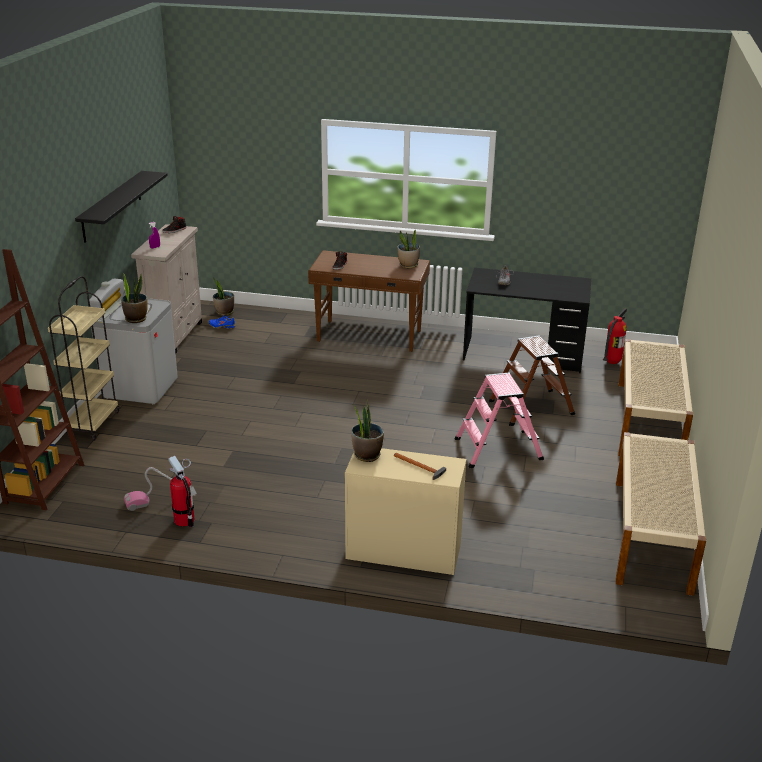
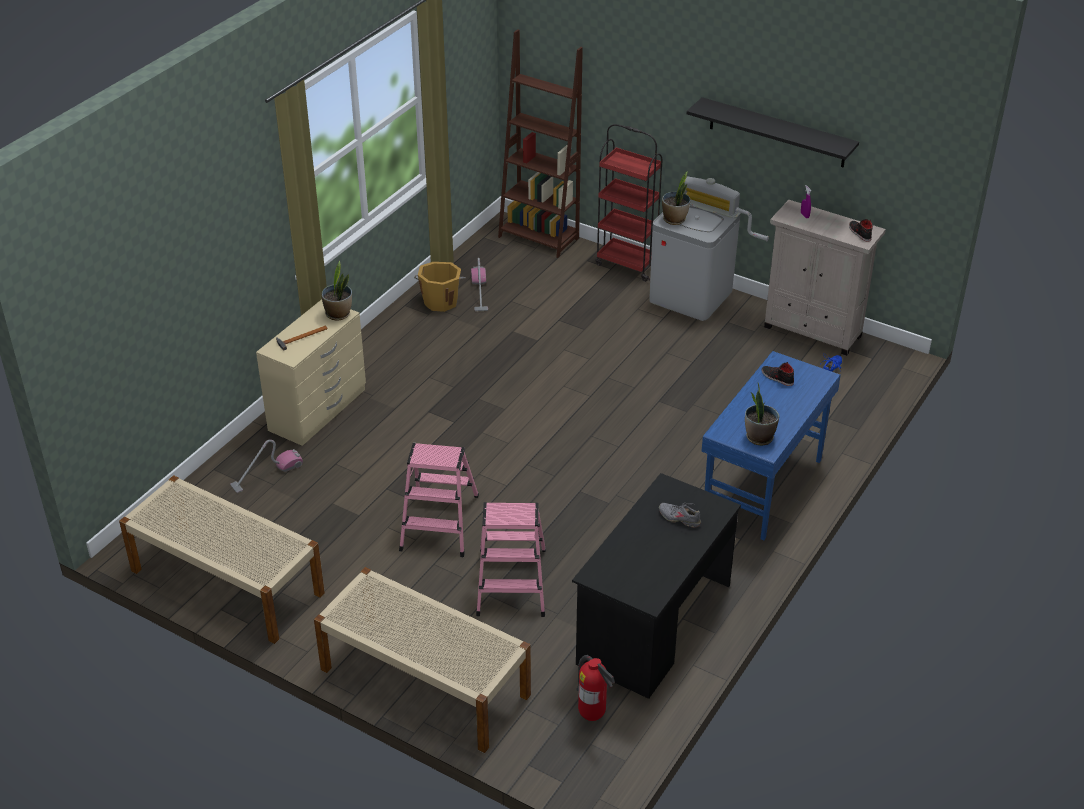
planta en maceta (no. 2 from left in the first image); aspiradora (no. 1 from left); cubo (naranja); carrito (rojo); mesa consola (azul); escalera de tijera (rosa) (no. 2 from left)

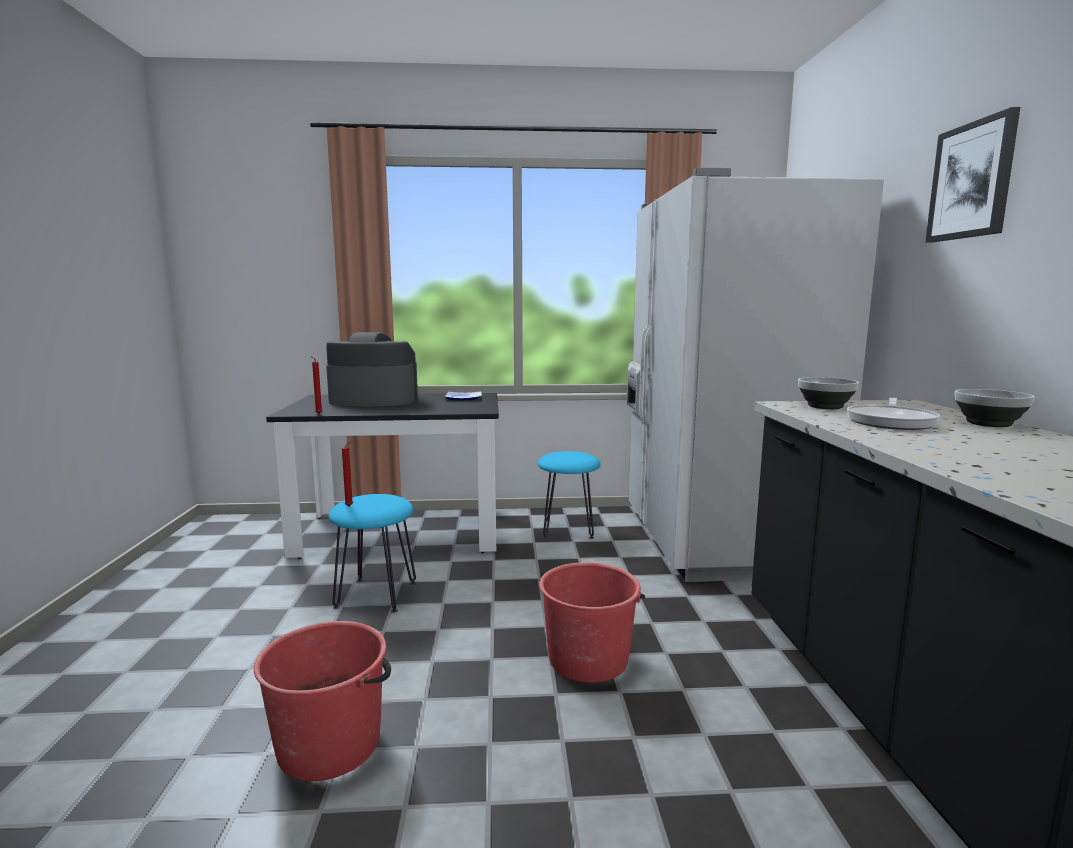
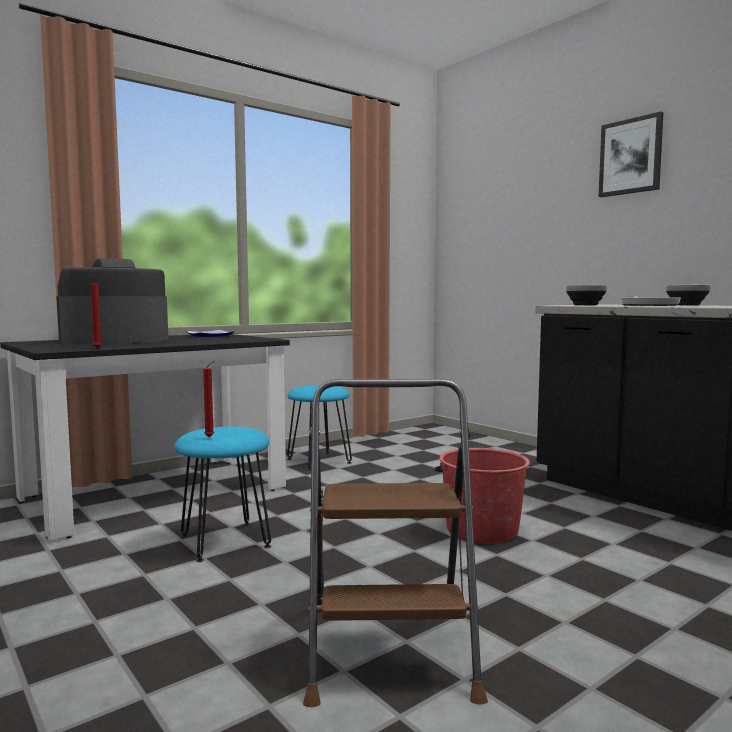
nevera (blanco); escalera de tijera (marrón)

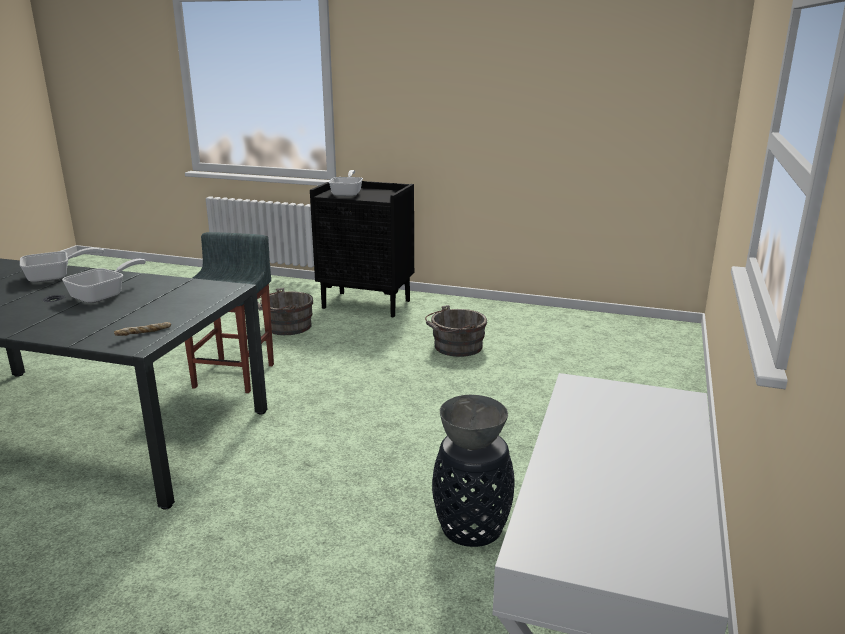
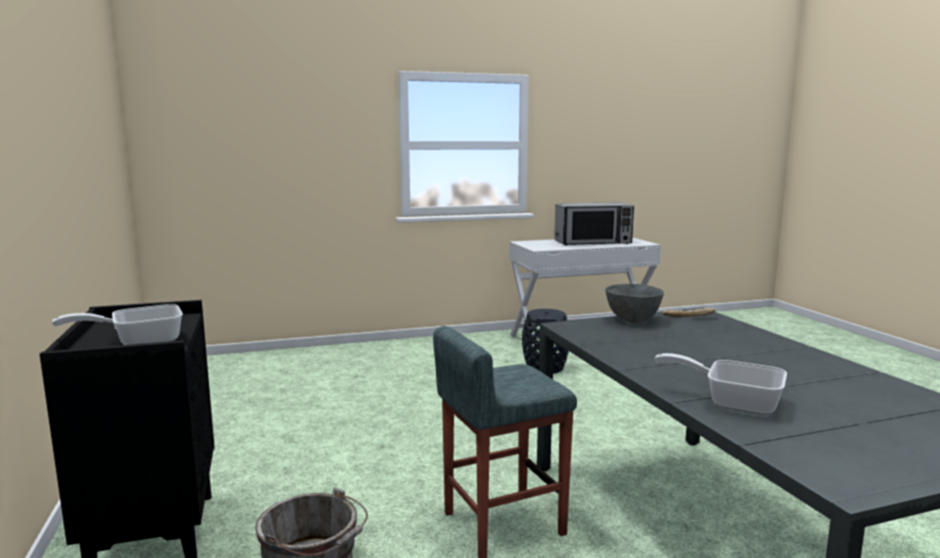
sartén (no. 2 from left in the first image); cubo (gris) (no. 2 from left in the first image); microondas; cuenco (gris)

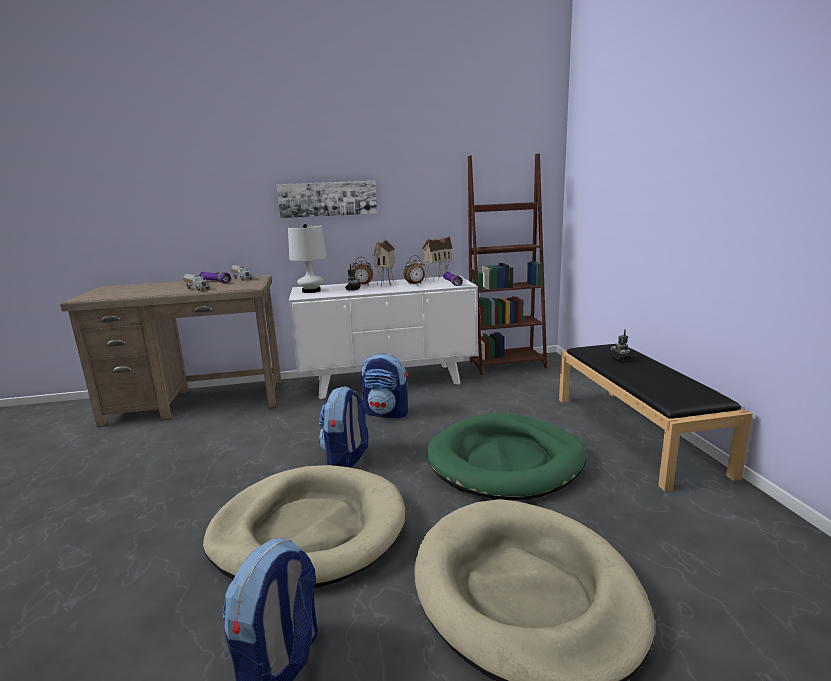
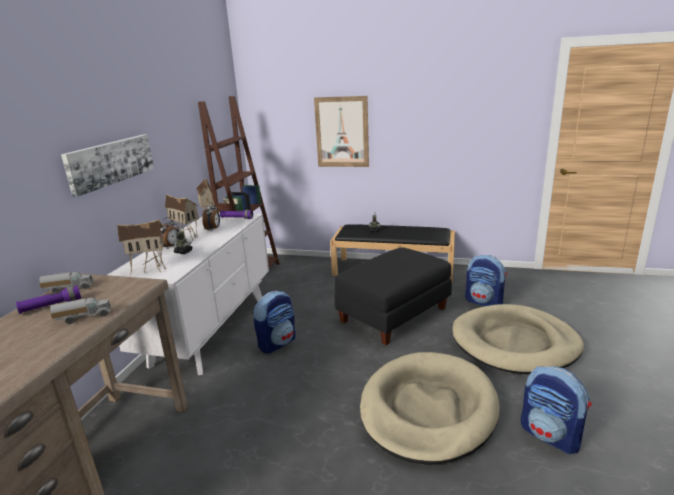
cuadro (no. 2 from left); mochila (no. 2 from left); casita (no. 1 from left); puf (negro)

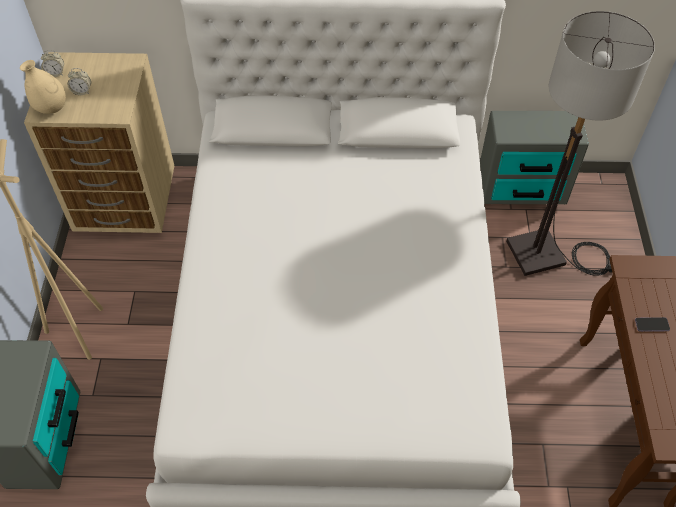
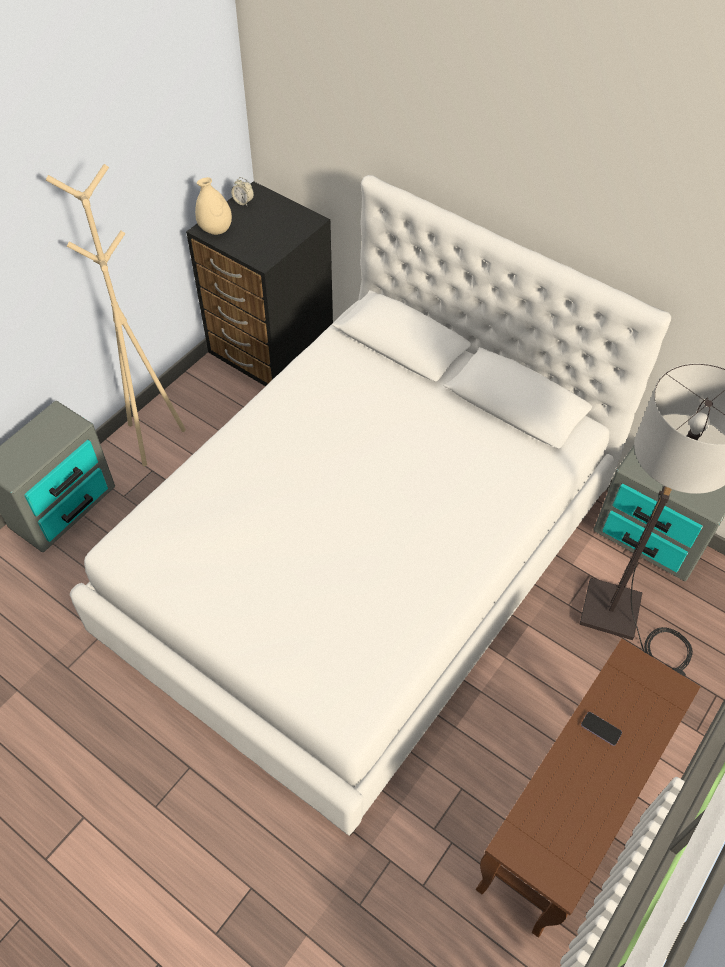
despertador (no. 2 from left in the first image); cómoda (negro)

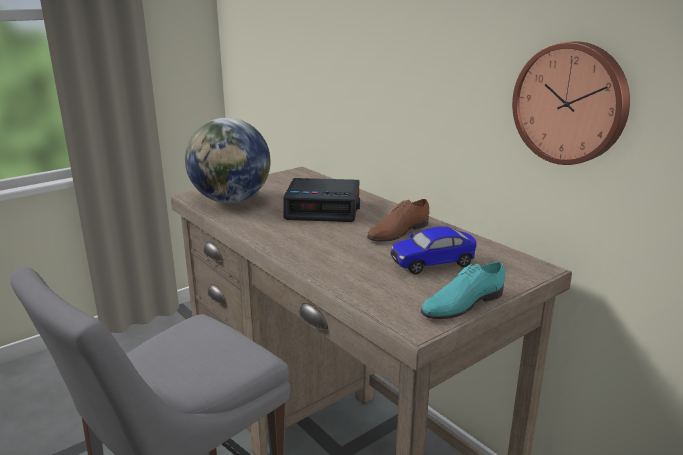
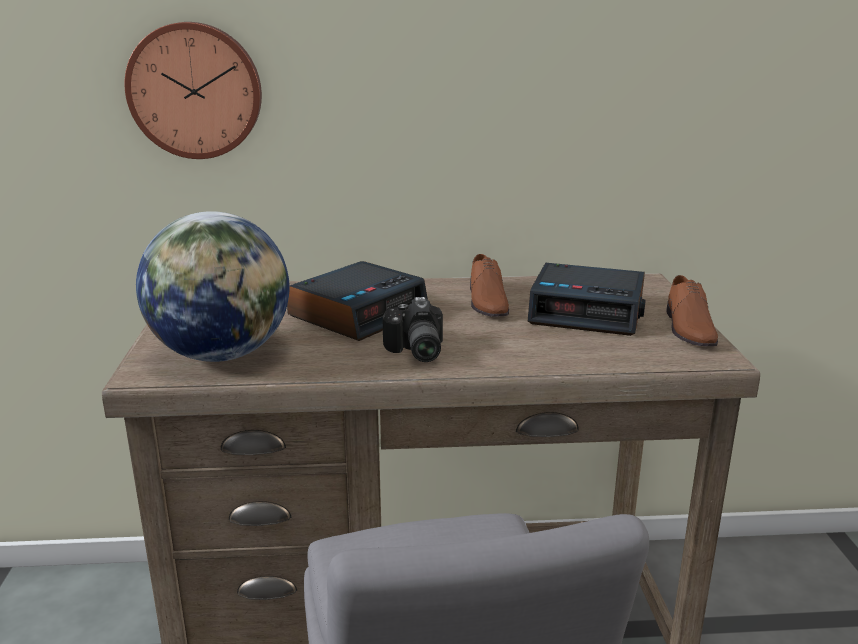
cámara; reloj de pared; despertador (no. 2 from left); zapato (marrón) (no. 2 from left)

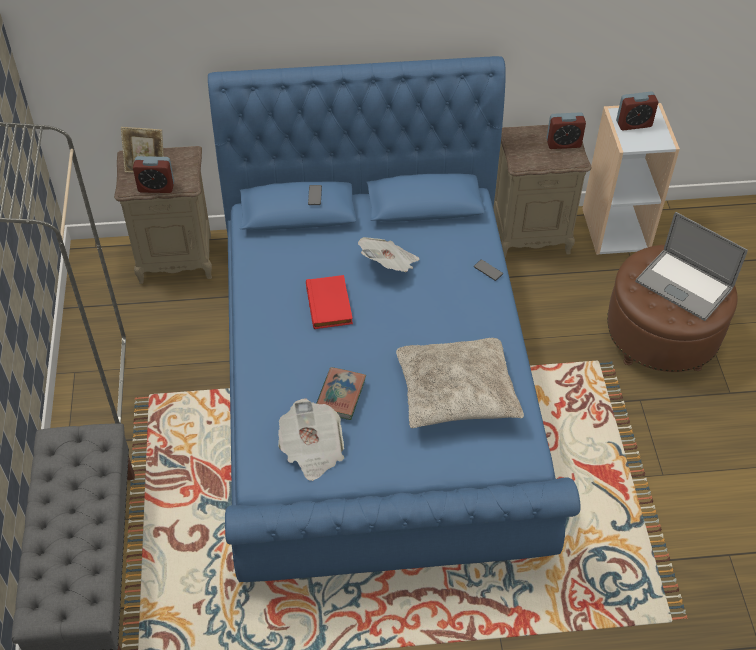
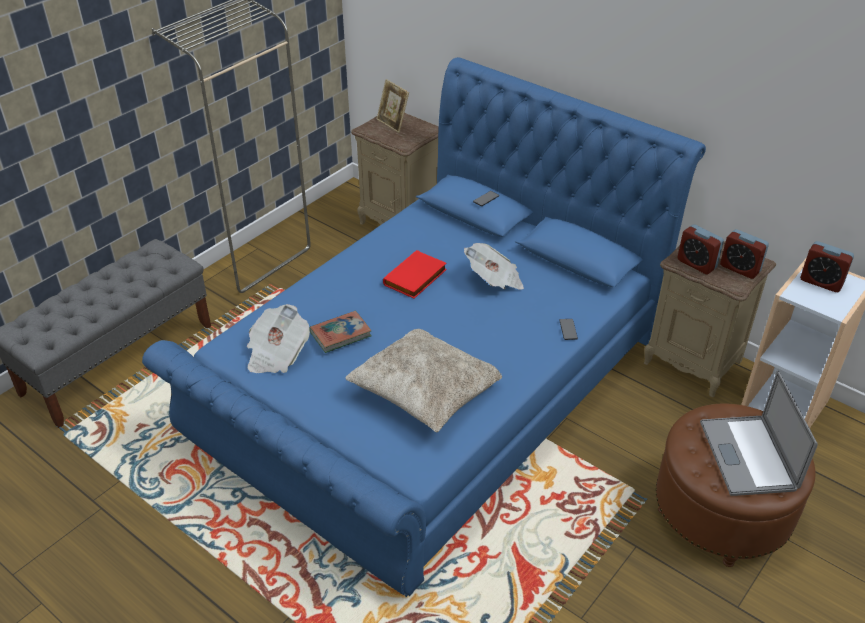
despertador (no. 1 from left)

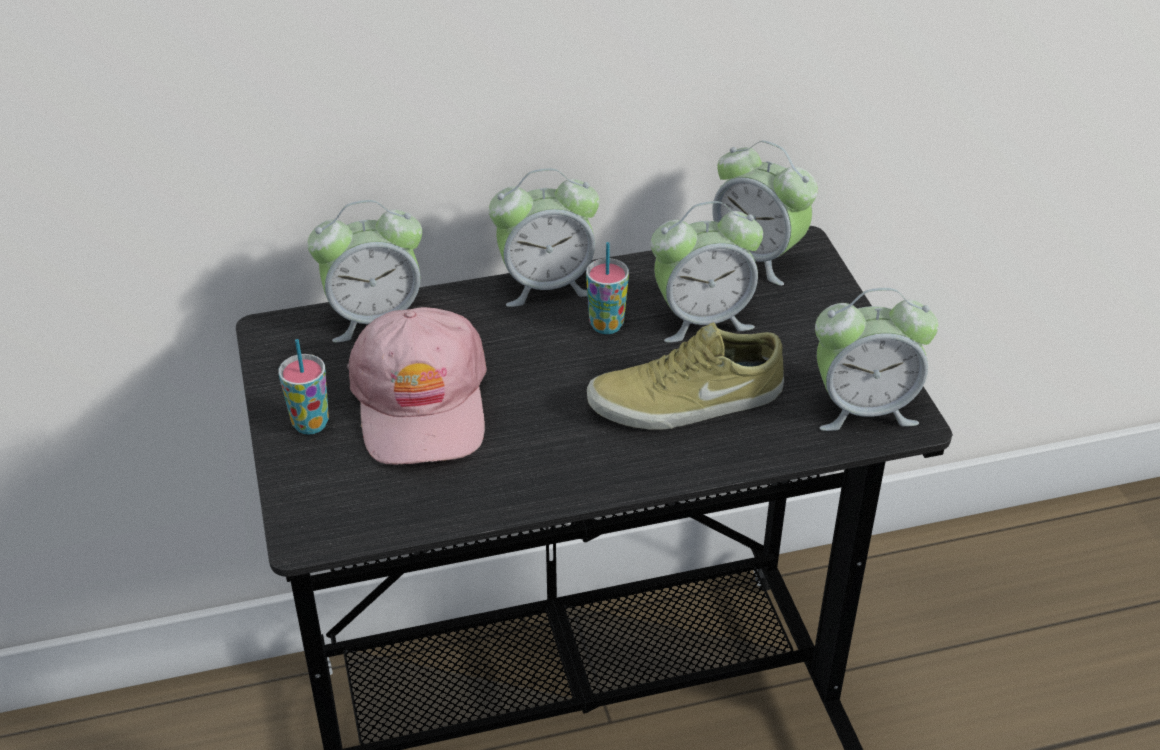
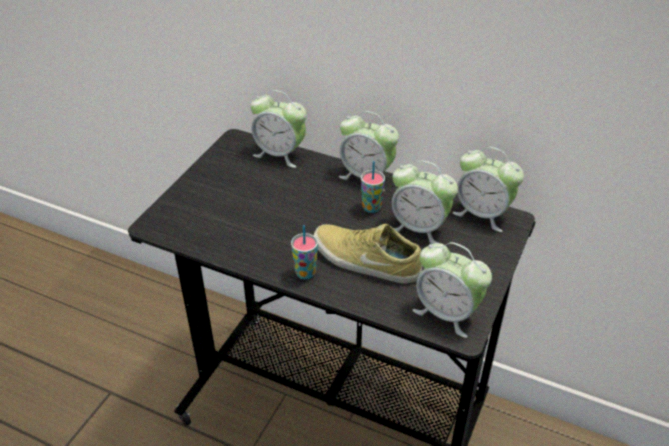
gorra (rosa); taza (no. 1 from left); despertador (no. 5 from left)

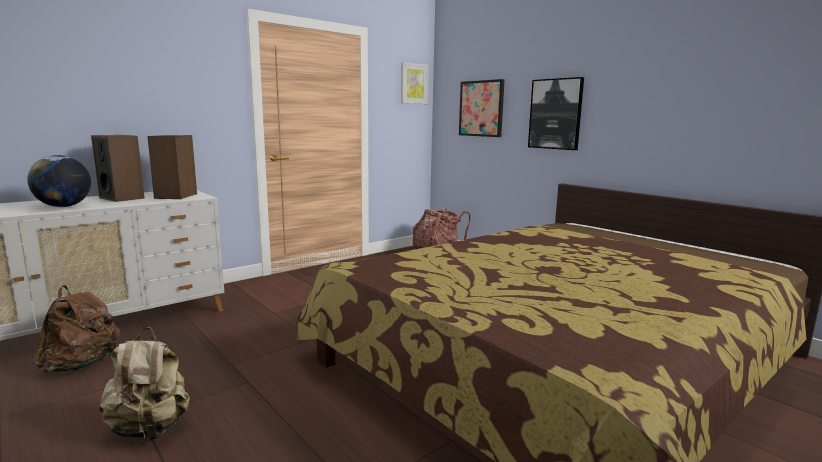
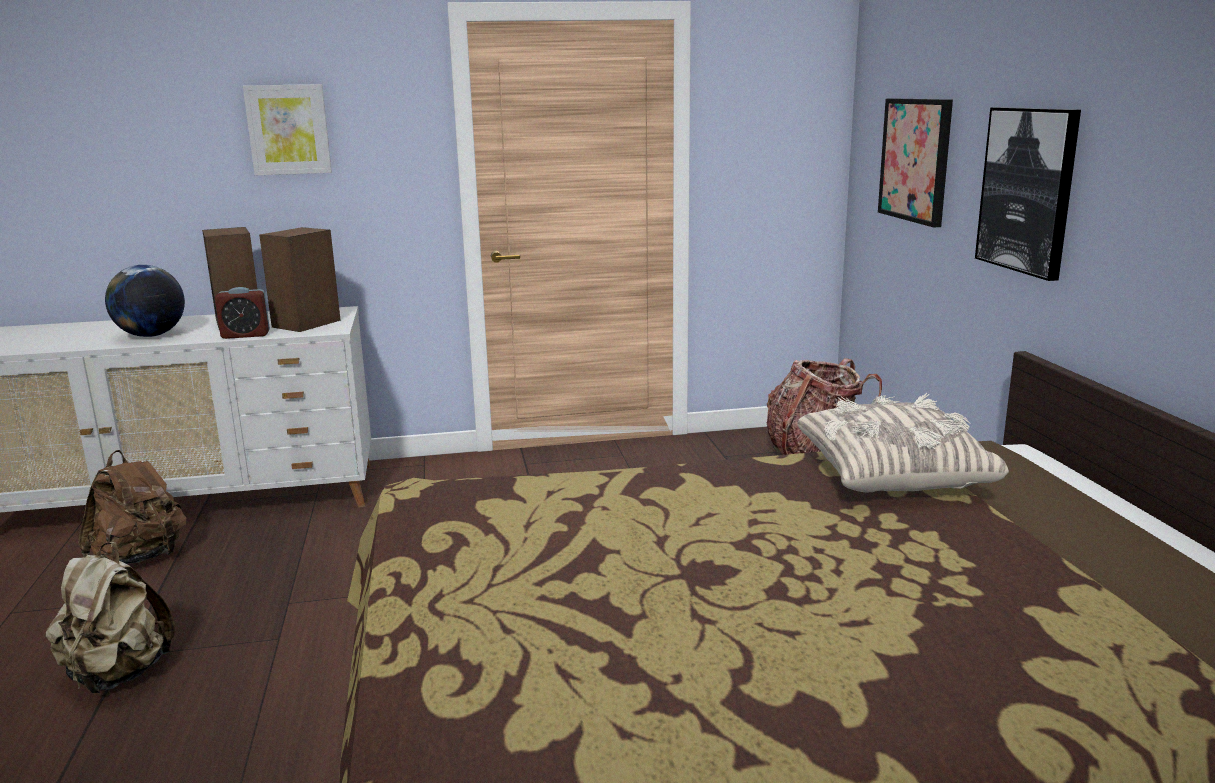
despertador; cojín (beis); cuadro (no. 1 from left)

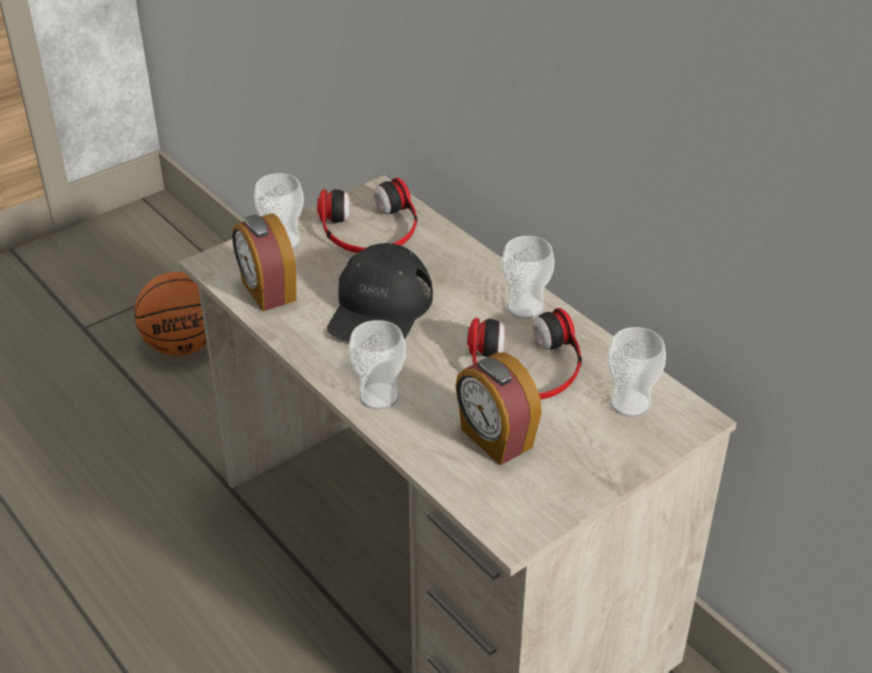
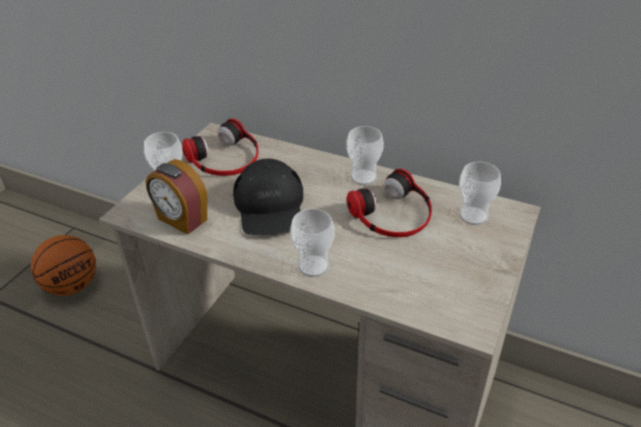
despertador (no. 2 from left in the first image)

